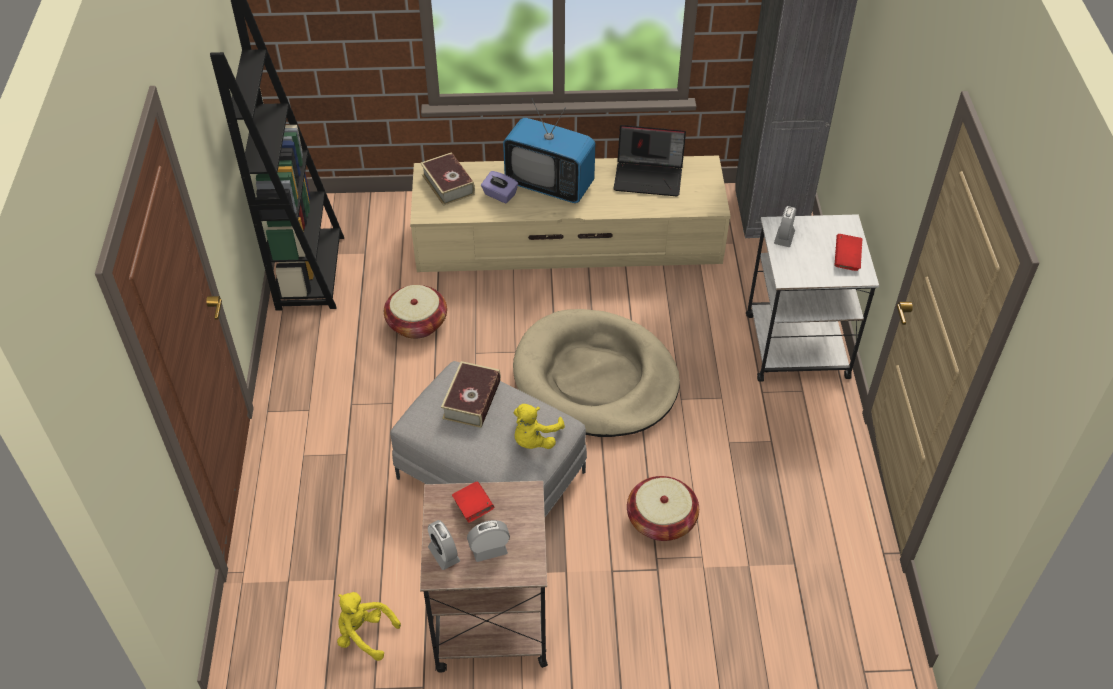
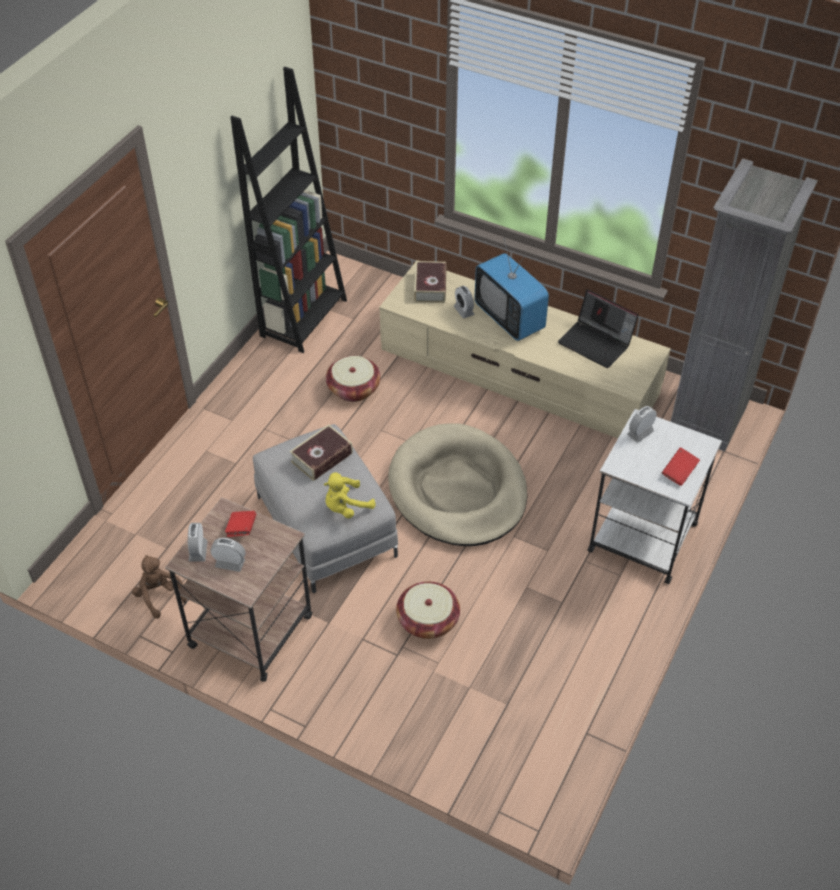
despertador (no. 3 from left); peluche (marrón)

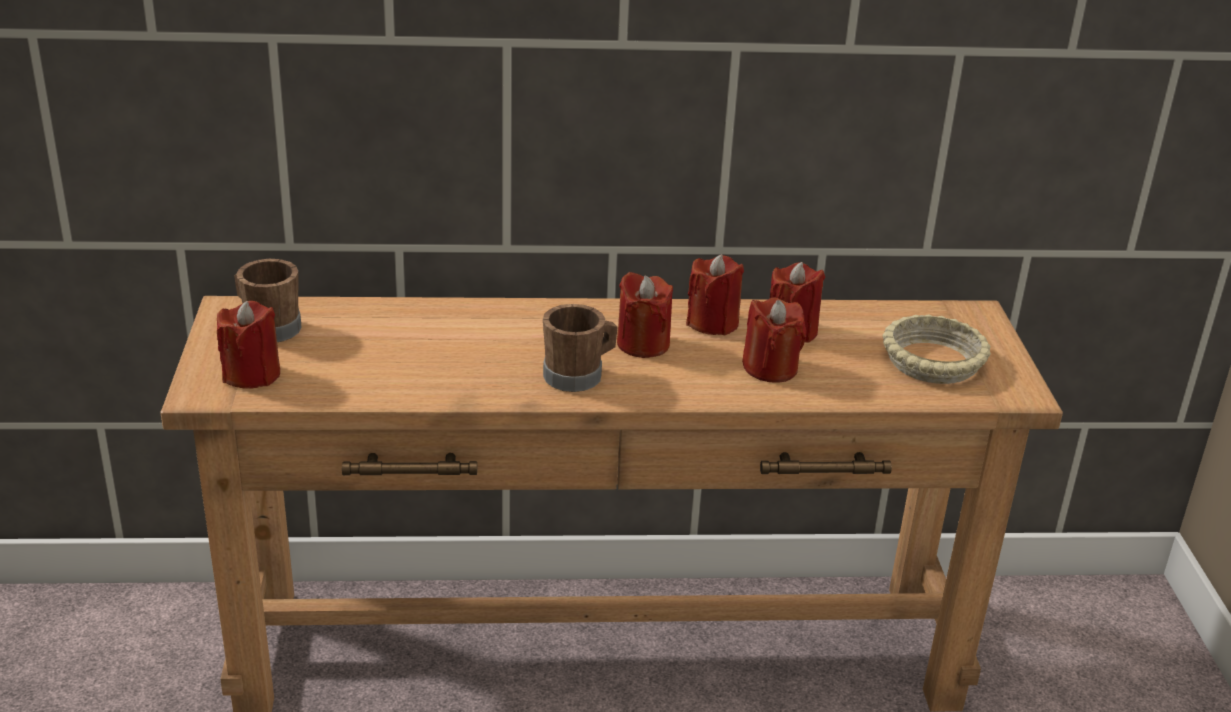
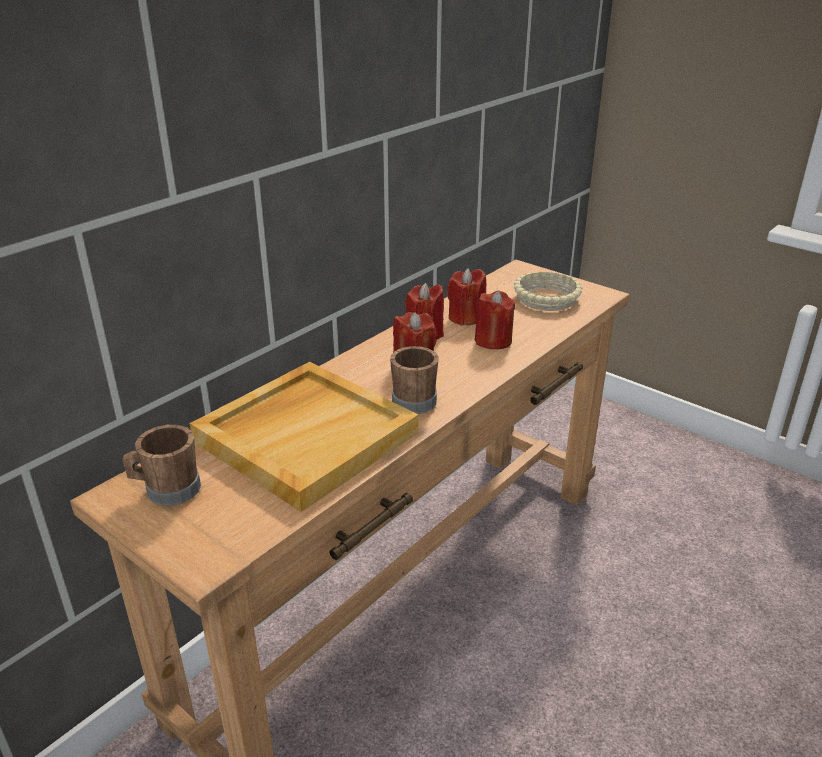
vela (rojo) (no. 1 from left in the first image); bandeja (beis)

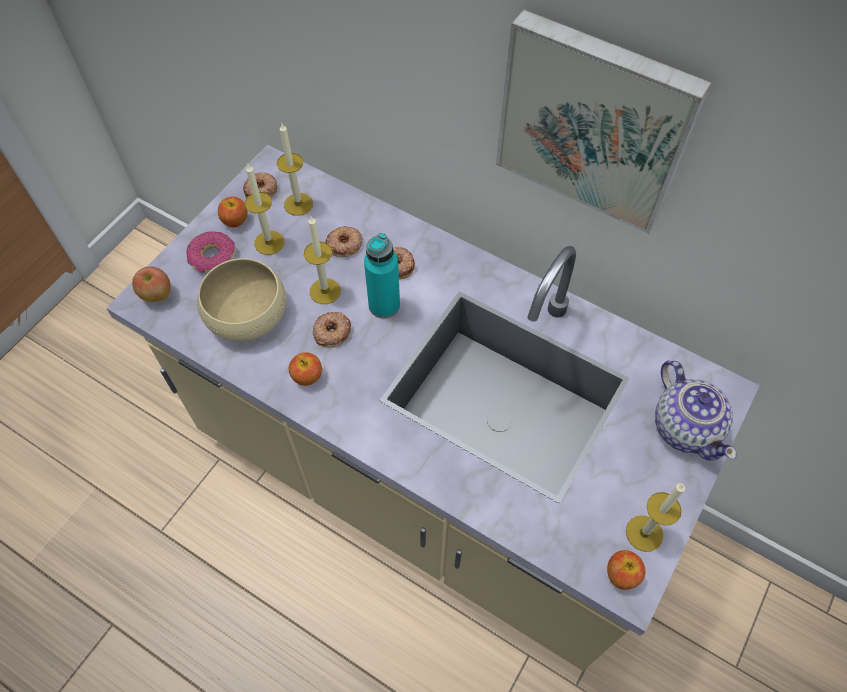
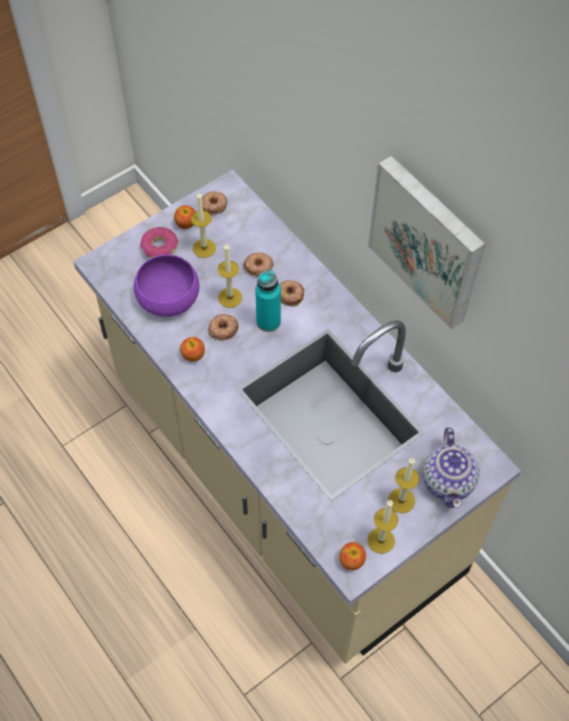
manzana (no. 1 from left in the first image); vela (no. 4 from left); cuenco (morado)

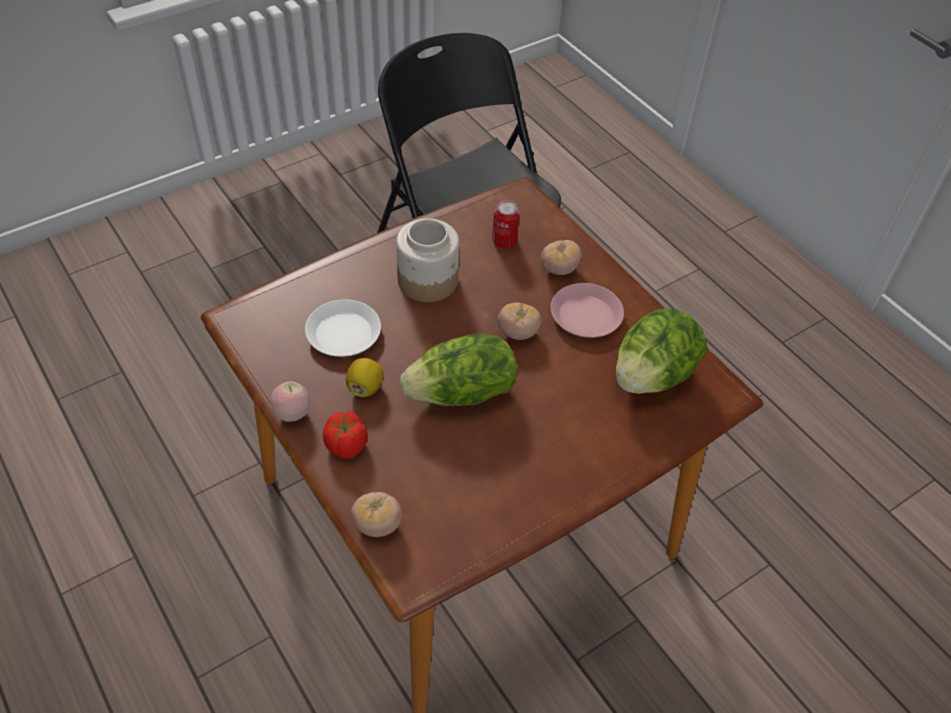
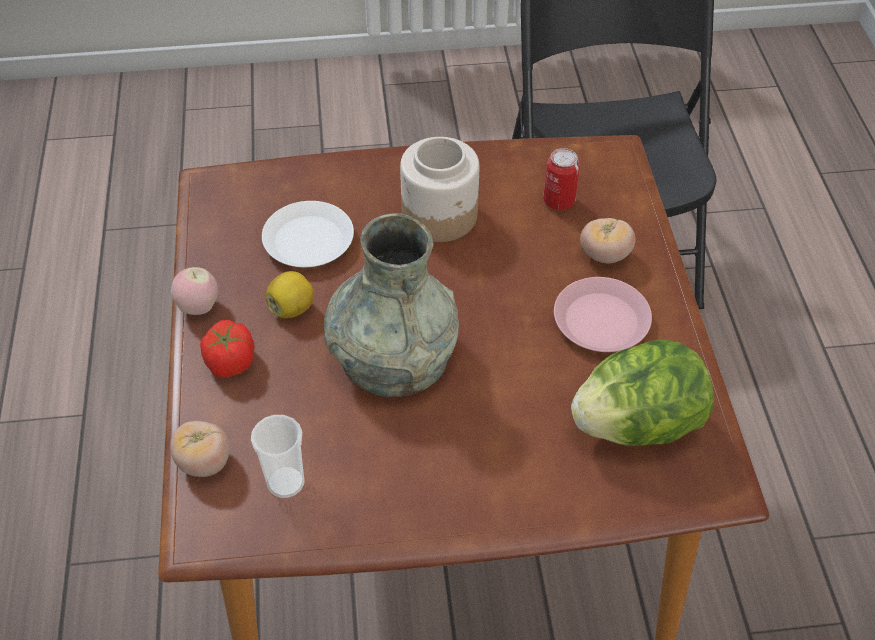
tomate (no. 3 from left in the first image); taza; florero (gris)

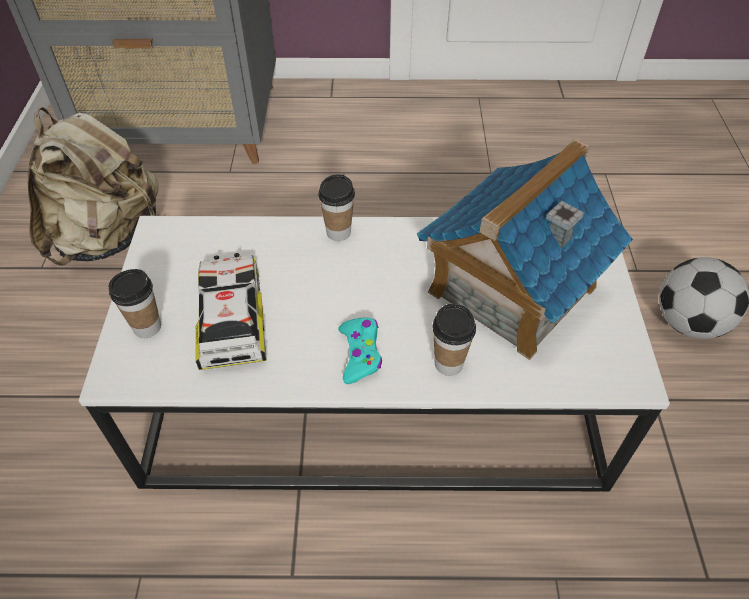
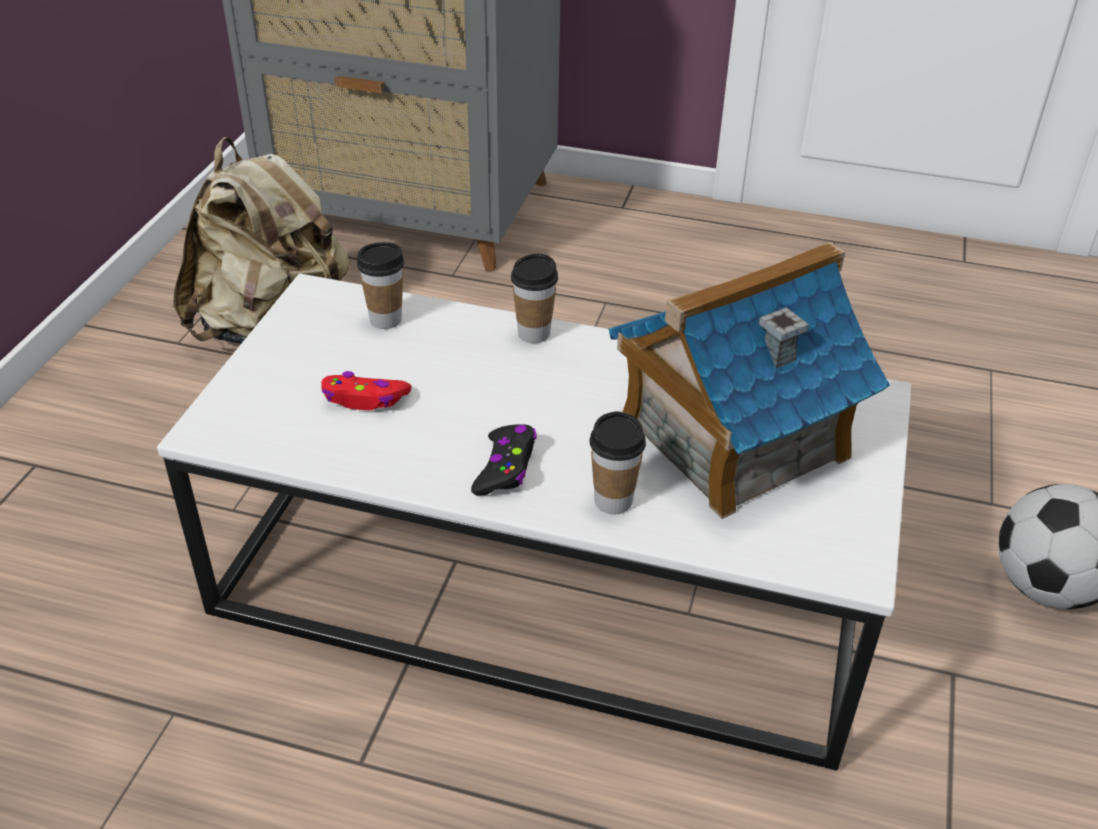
taza (no. 1 from left); mando de consola (rojo); mando de consola (negro)

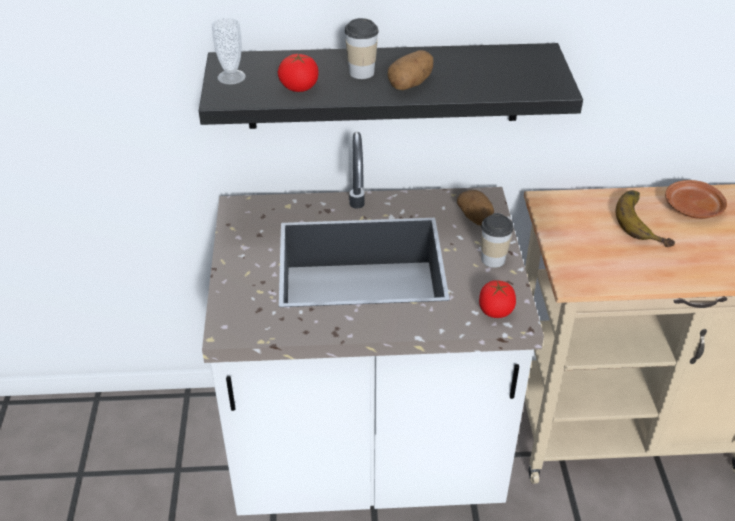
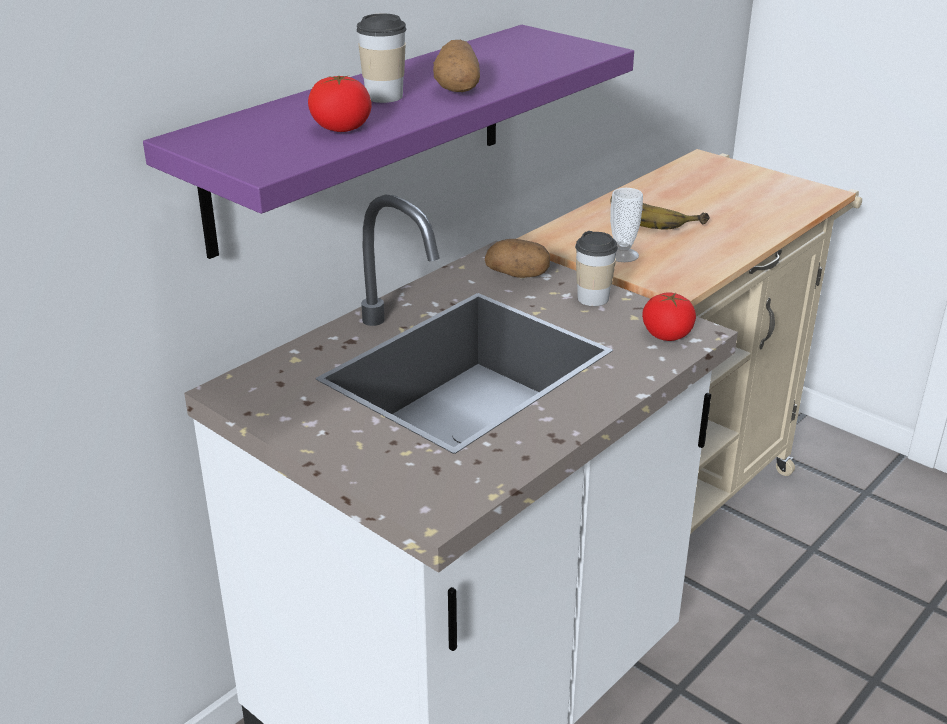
plato (marrón); taza (no. 3 from left); estante (morado)

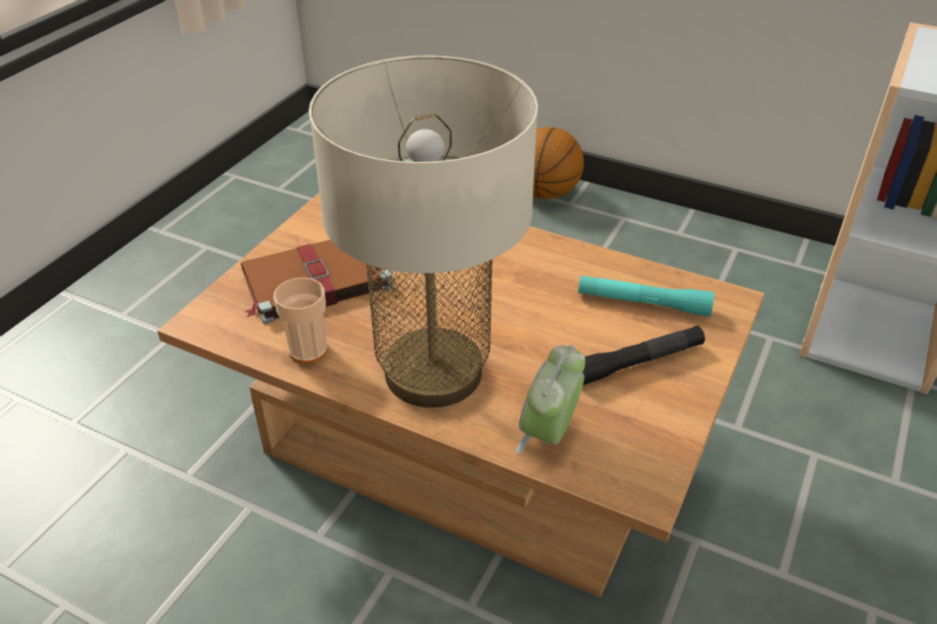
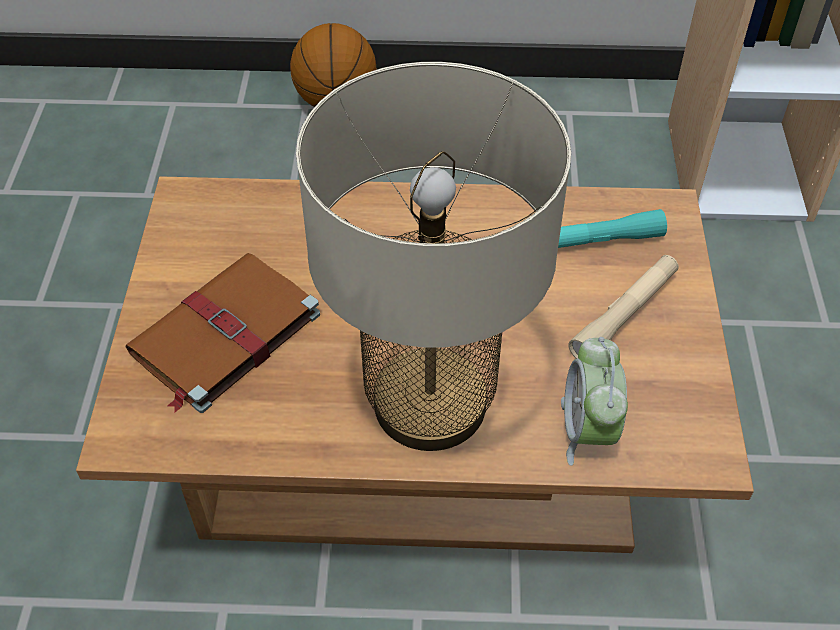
taza; linterna (beis)

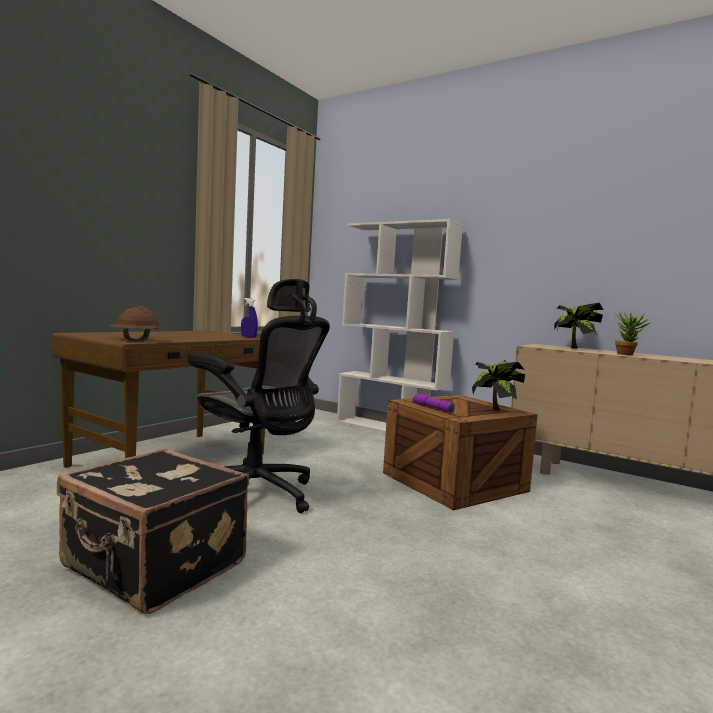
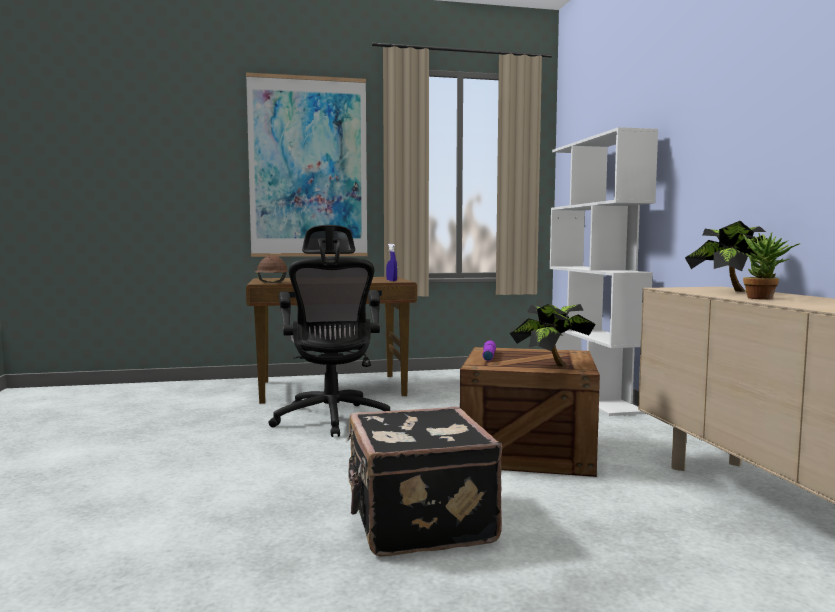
cuadro; maleta (negro)

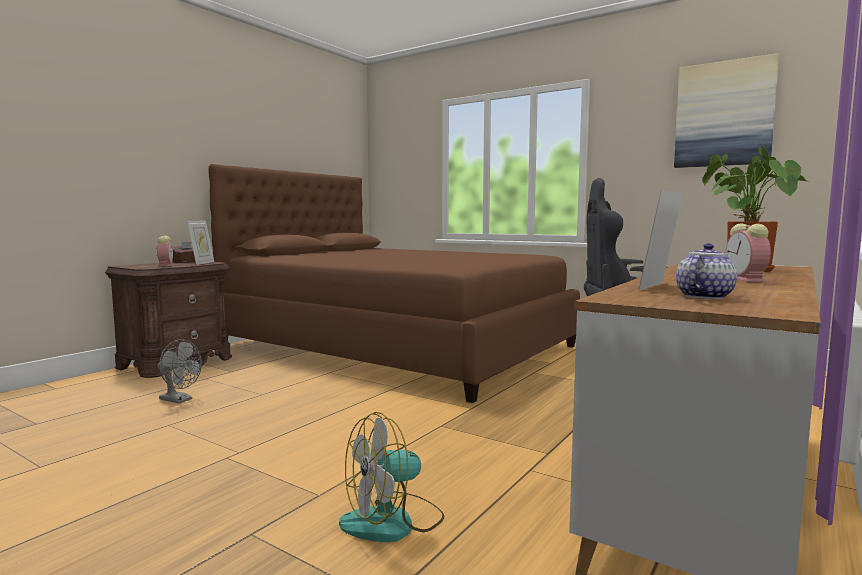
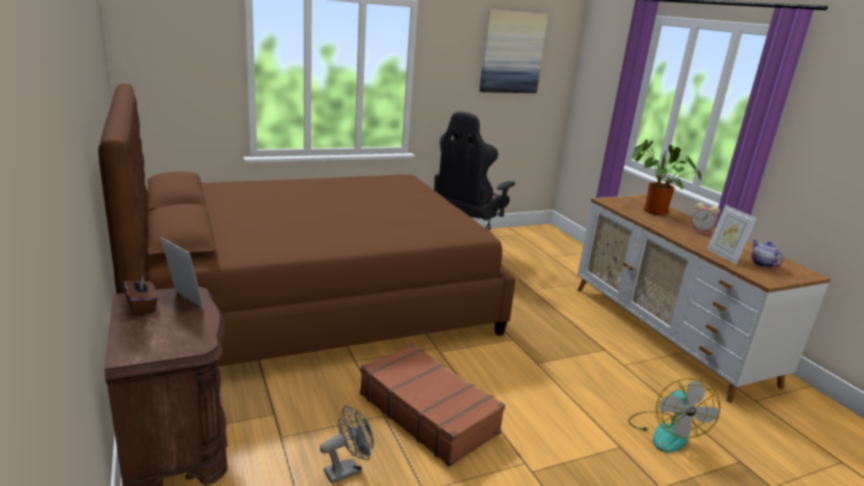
despertador (no. 1 from left in the first image); maleta (marrón)

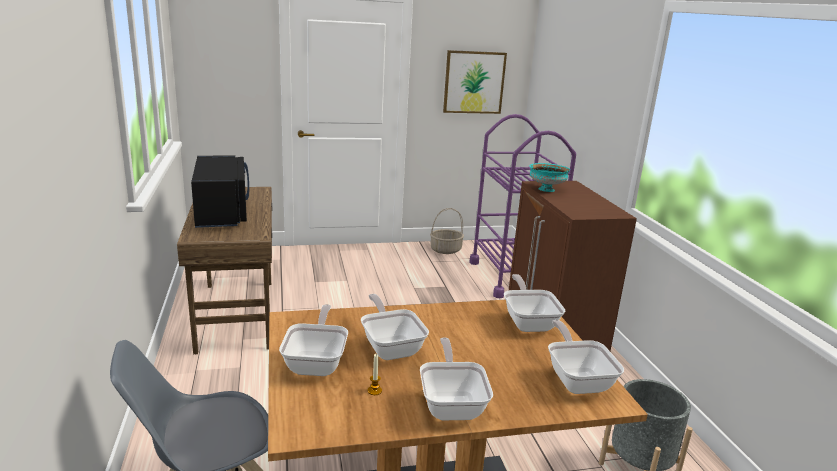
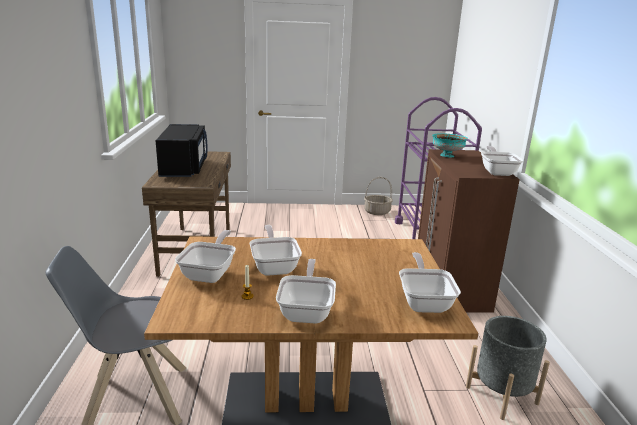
cuadro; sartén (no. 5 from left)

